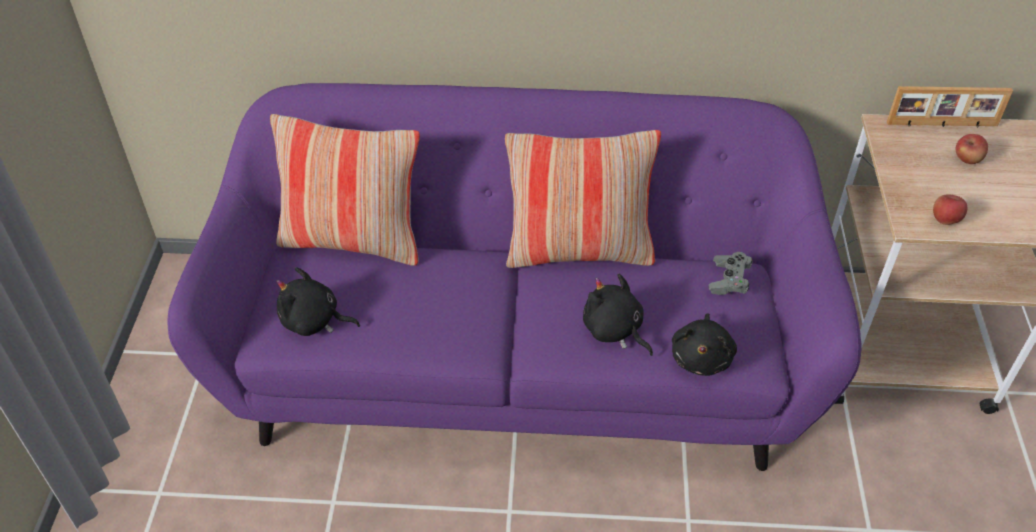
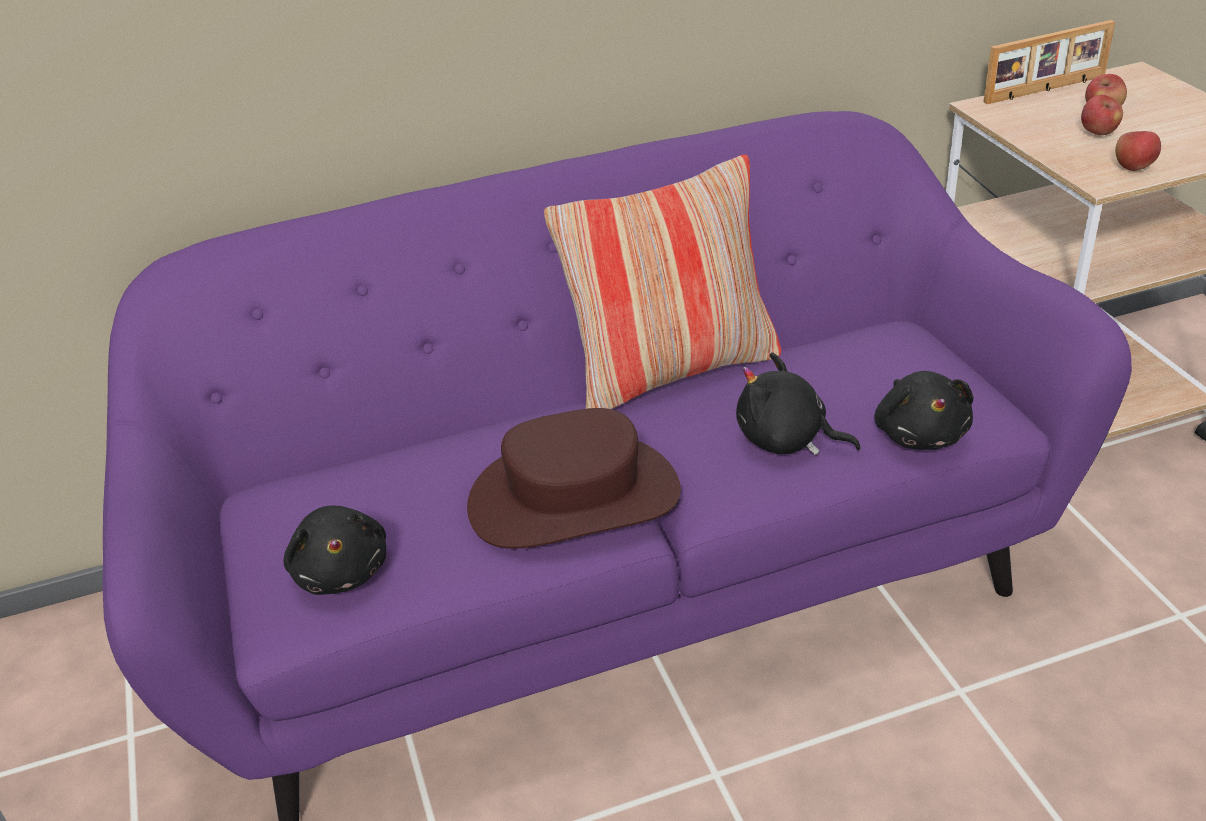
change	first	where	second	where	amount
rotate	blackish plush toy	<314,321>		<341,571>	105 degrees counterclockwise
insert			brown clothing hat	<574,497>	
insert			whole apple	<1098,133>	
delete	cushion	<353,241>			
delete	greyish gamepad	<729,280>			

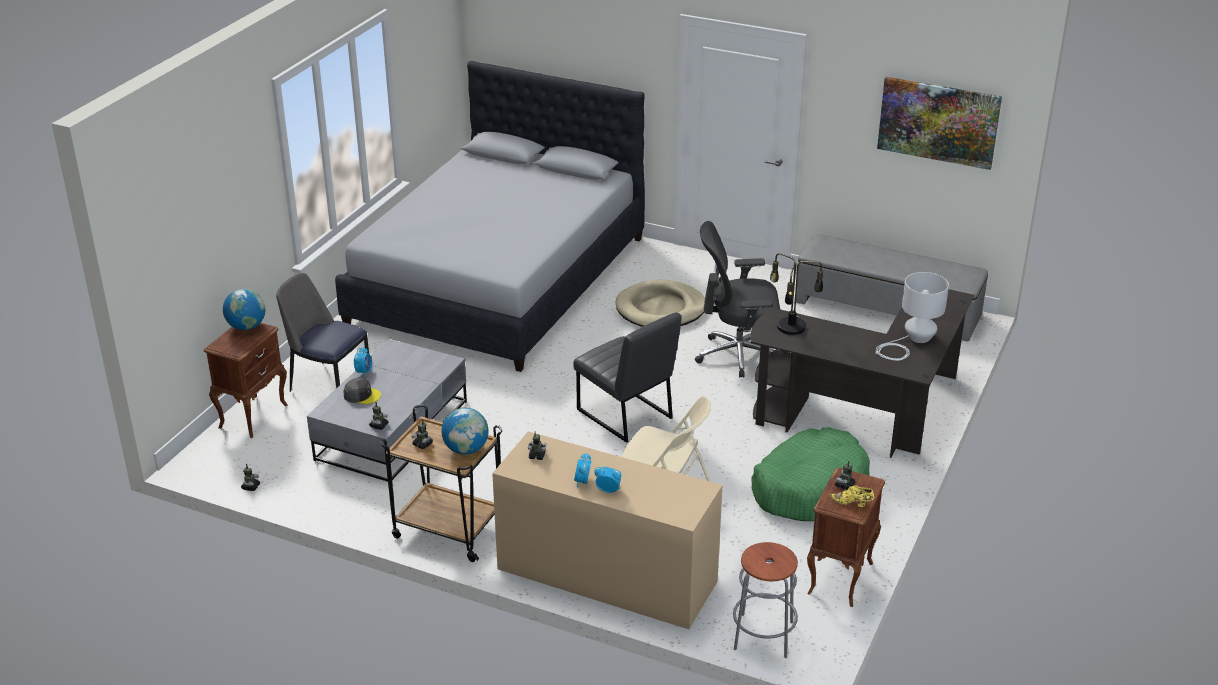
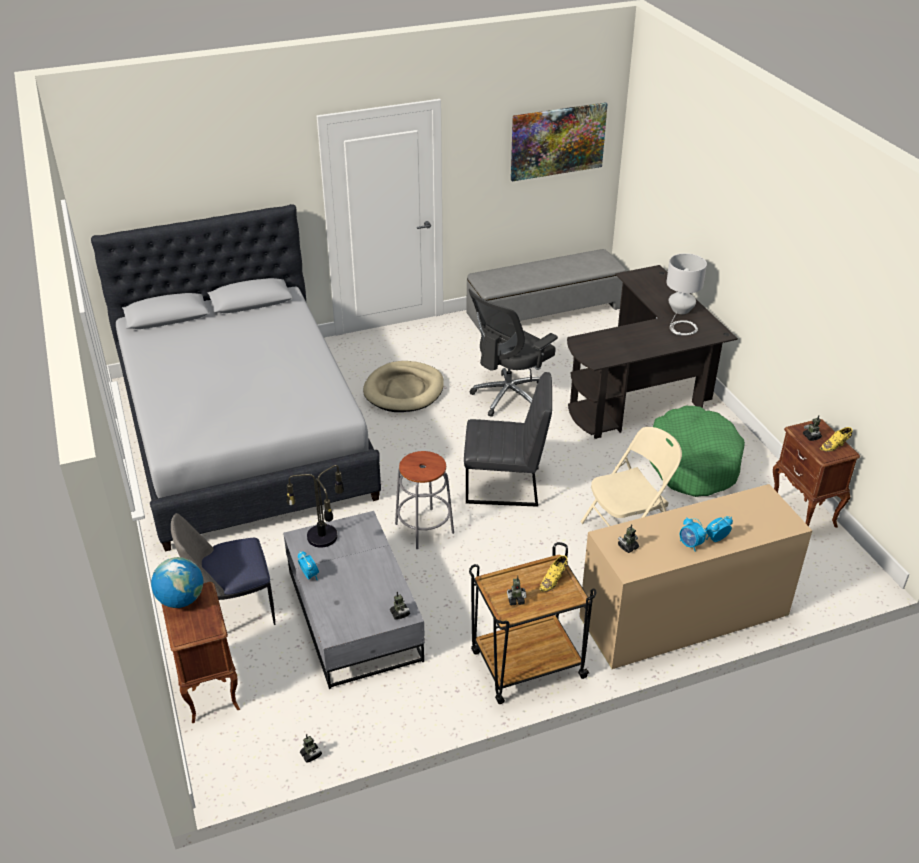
change	first	where	second	where	amount
move	table lamp	<791,327>		<322,537>	
move	greyish sitting stool	<763,635>		<424,528>	
replace	world globe	<466,449>	yellowish shoe	<553,580>	
delete	greyish baseball cap	<362,395>			

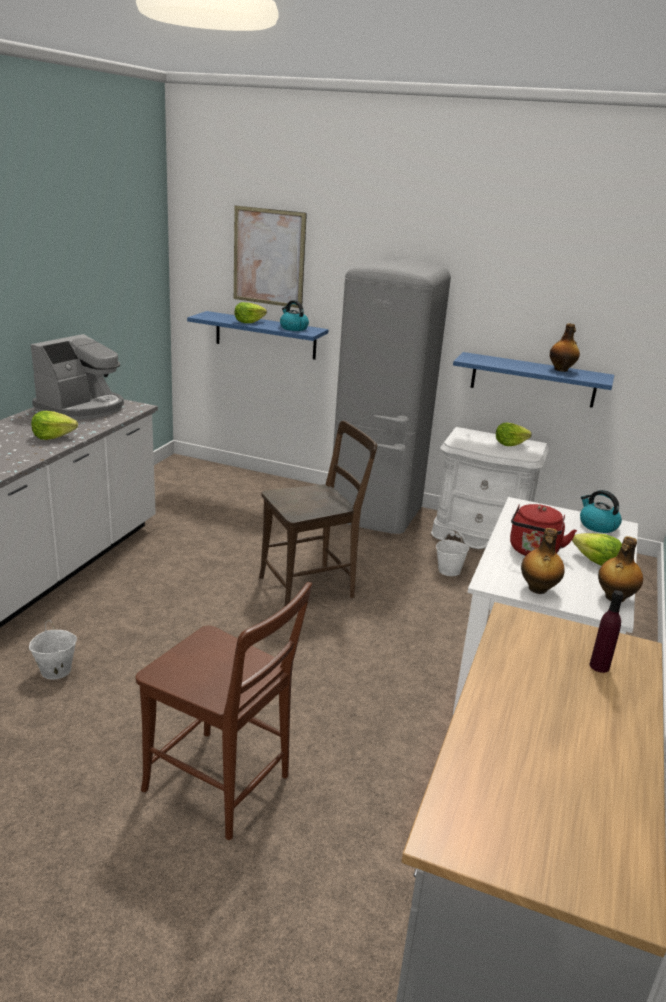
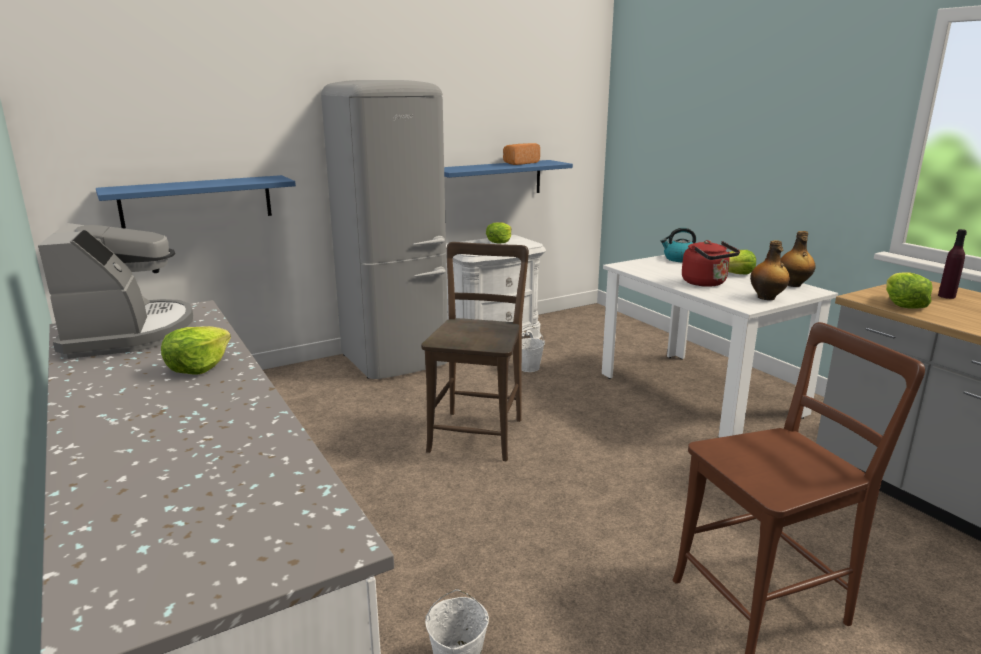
change	first	where	second	where	amount
replace	beverage bottle	<561,370>	bakery bread	<520,163>	
move	lettuce head	<248,322>		<902,304>	
delete	wall art	<268,257>			
delete	kettle	<293,328>			

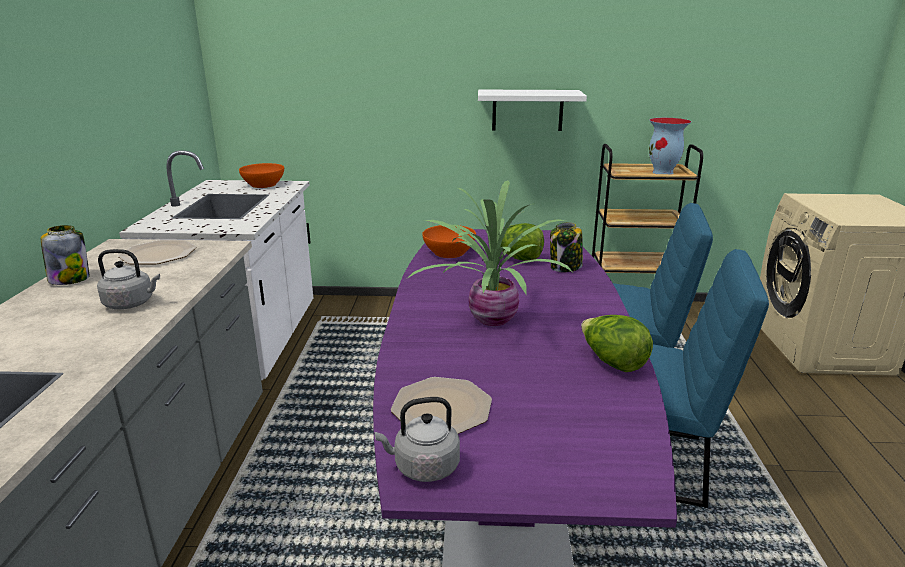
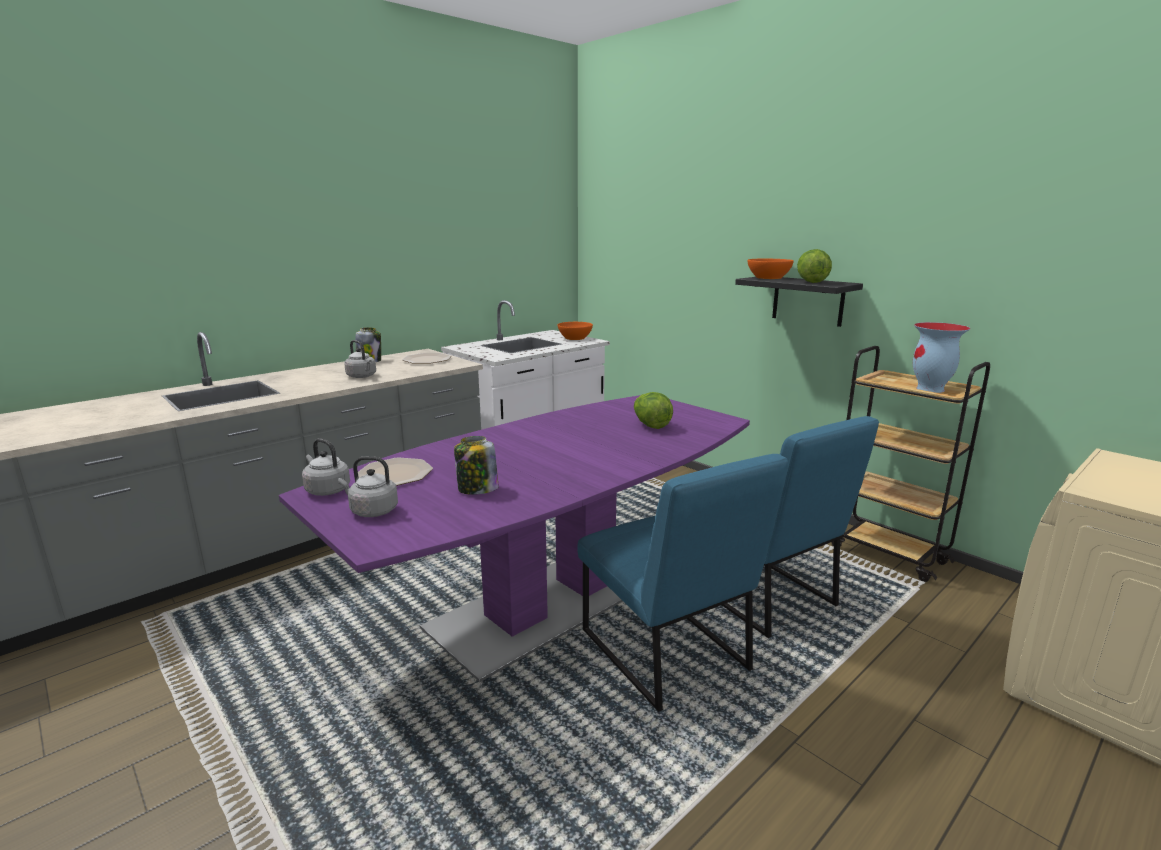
change	first	where	second	where	amount
insert			greyish kettle	<371,511>	
move	jar	<565,267>		<477,489>	
recolor	white bracket shelf	<527,110>	blackish bracket shelf	<808,300>	
move	orangey bowl	<449,253>		<769,278>	
move	lettuce head	<612,362>		<811,282>	
delete	potted plant	<490,319>			

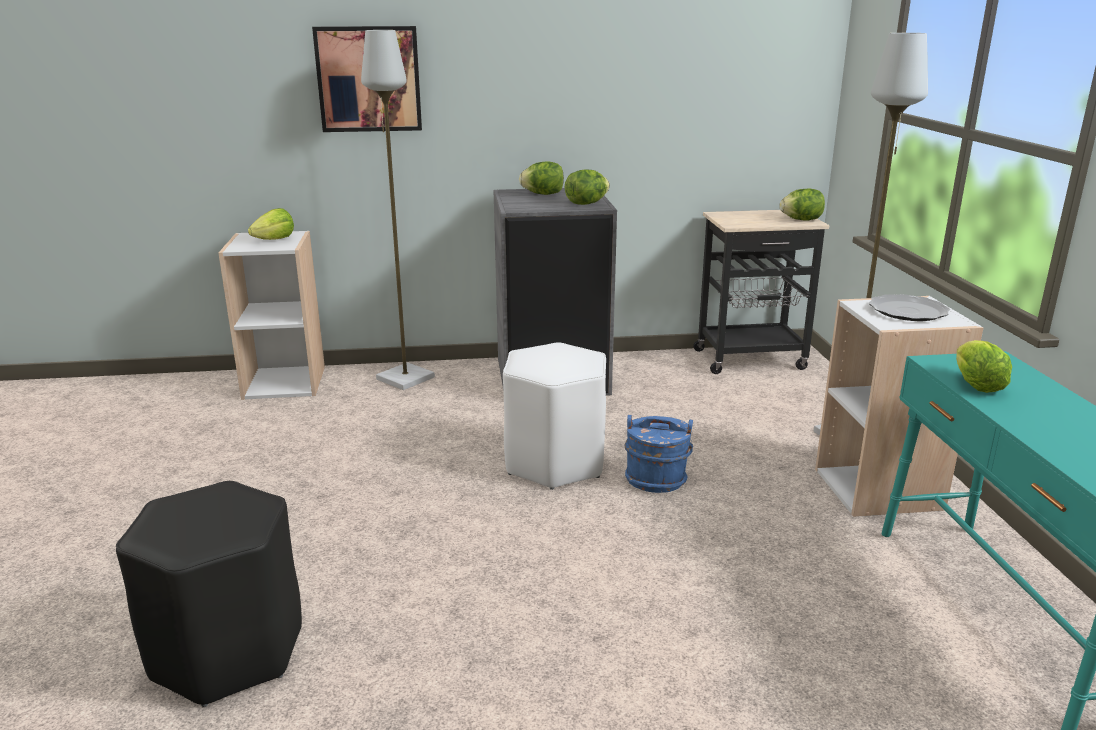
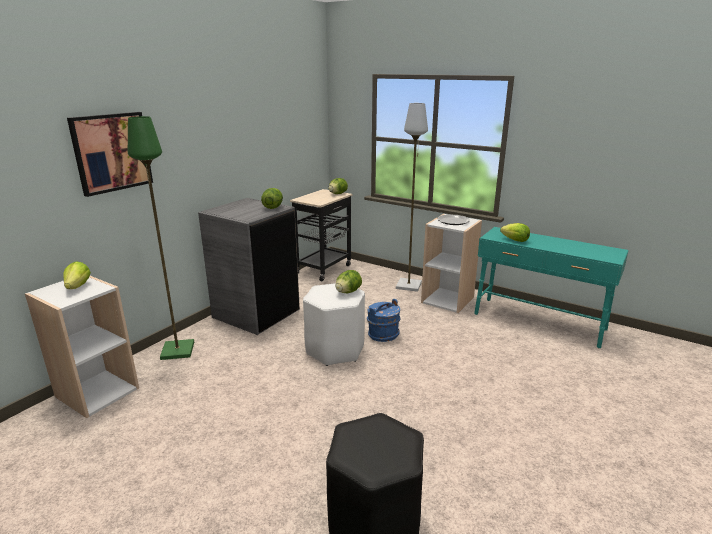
change	first	where	second	where	amount
recolor	greyish floor lamp	<405,379>	green floor lamp	<178,351>	
move	lettuce head	<543,194>		<348,292>	

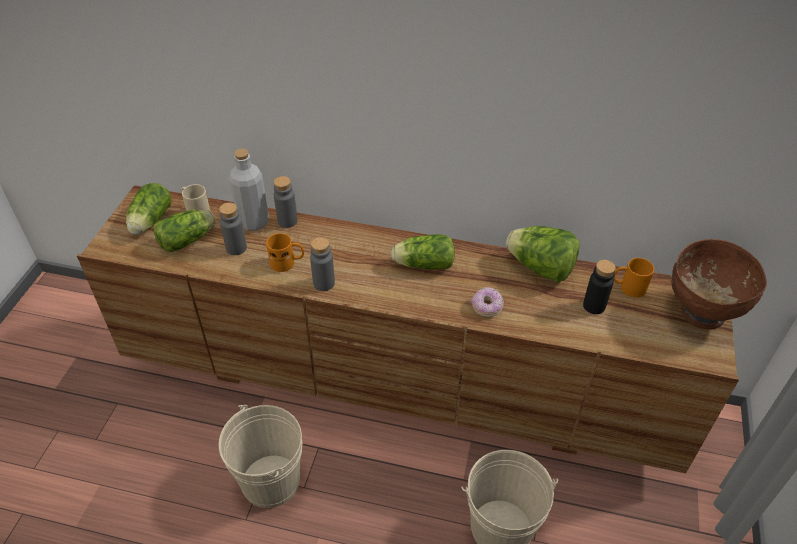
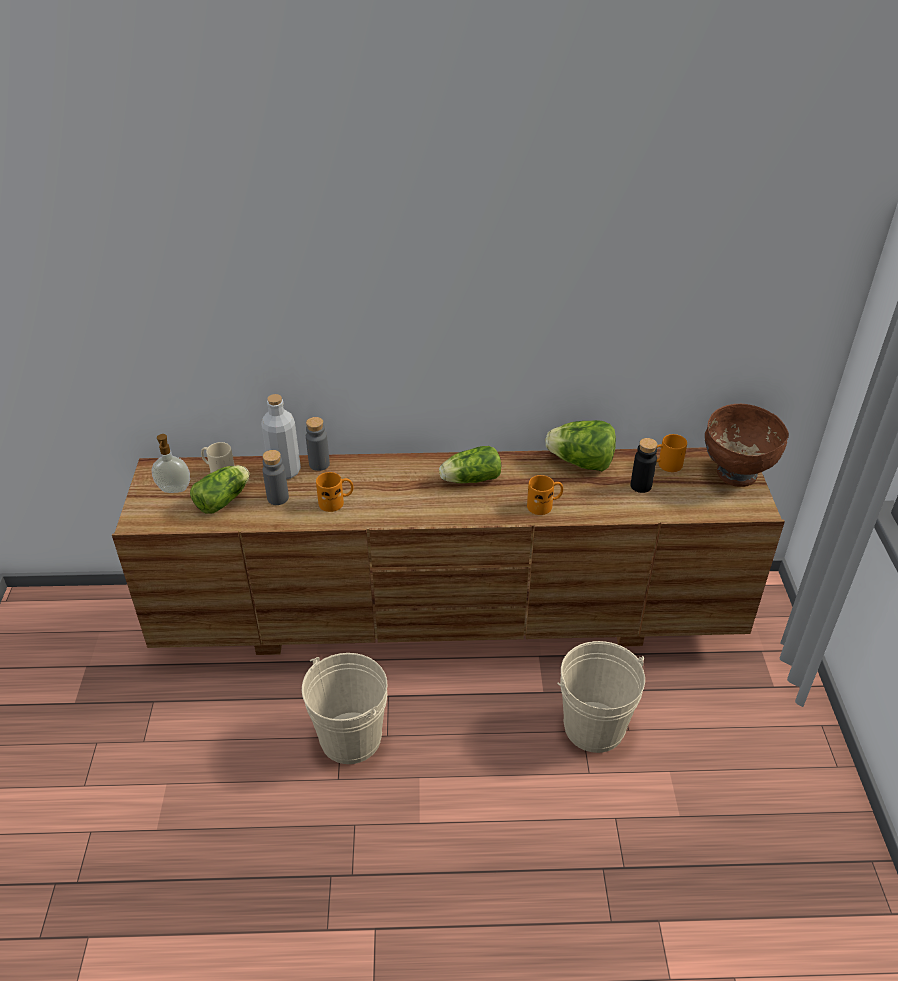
change	first	where	second	where	amount
replace	lettuce head	<150,222>	liquid soap bottle	<174,490>	
replace	donut	<486,307>	orangey coffee mug	<544,505>	
delete	greyish beverage bottle	<324,283>			

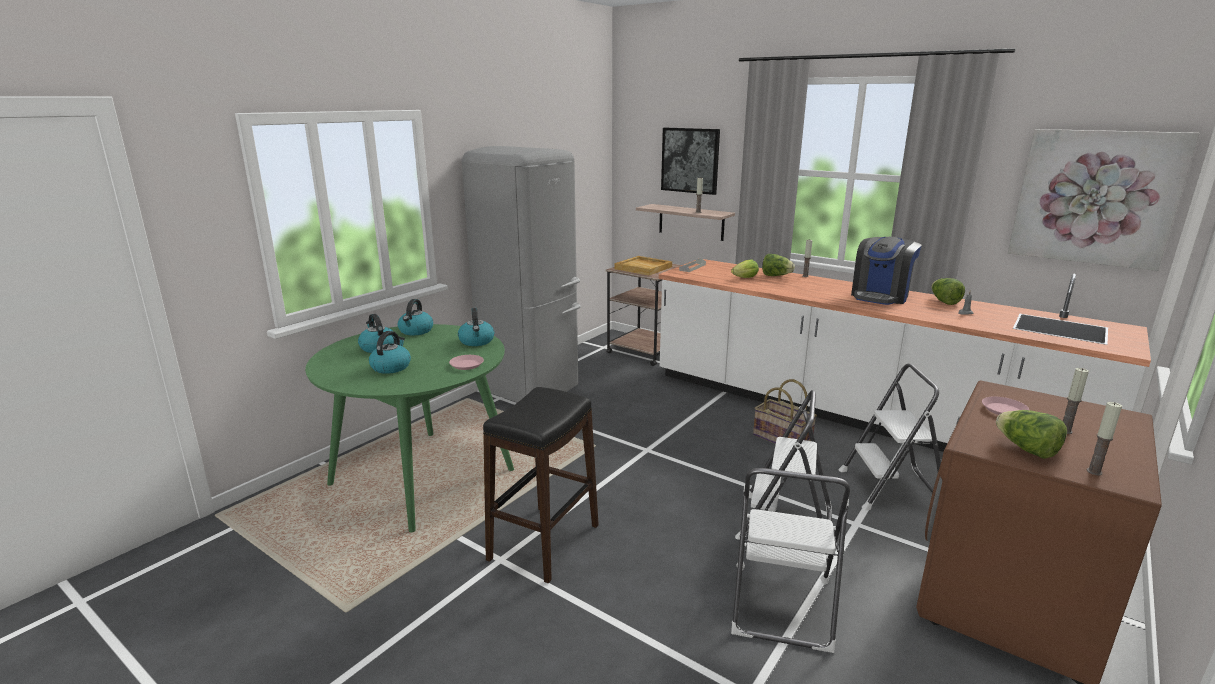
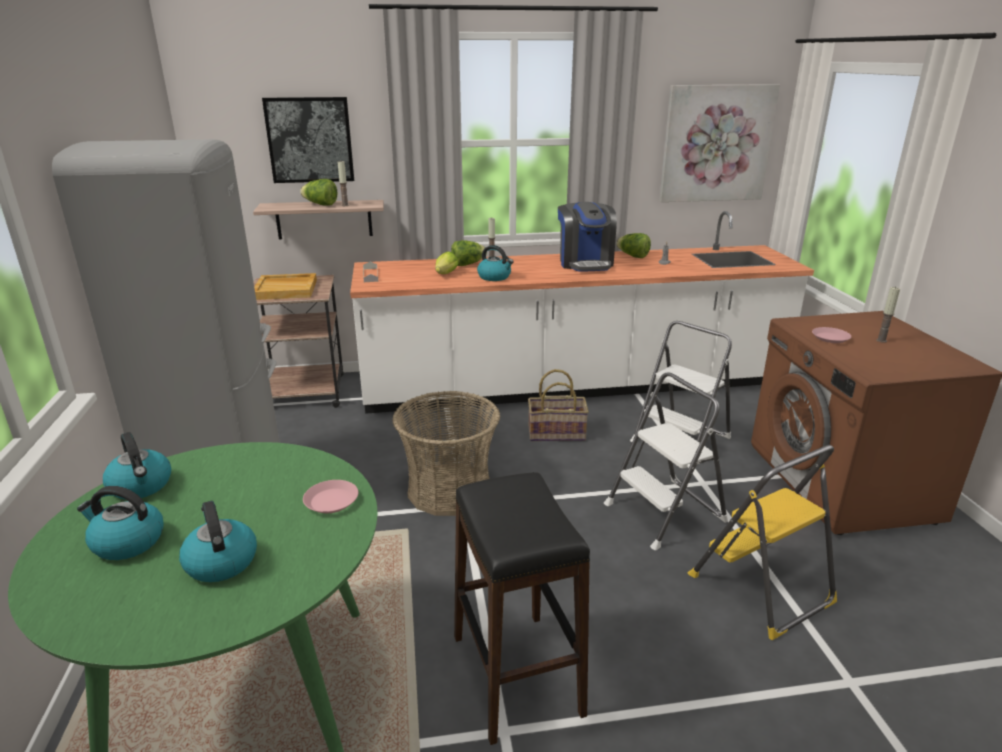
change	first	where	second	where	amount
move	lettuce head	<1026,449>		<320,204>	
insert			basket	<449,490>	
move	kettle	<477,341>		<495,277>	
recolor	white step ladder	<781,609>	yellowish step ladder	<764,591>	
delete	candle	<1094,471>			

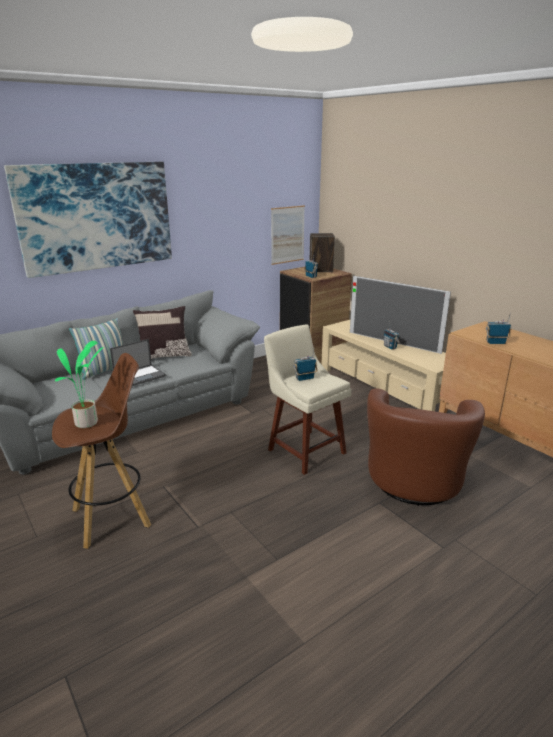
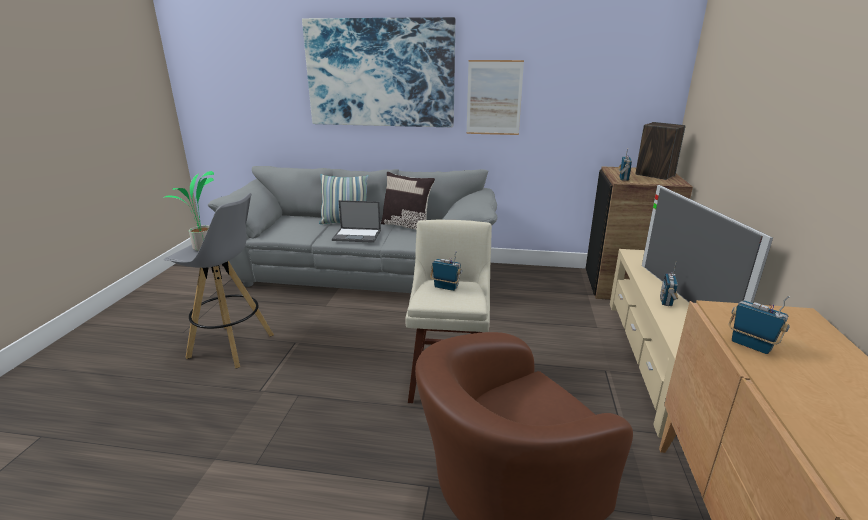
change	first	where	second	where	amount
recolor	brown sitting stool	<113,517>	greyish sitting stool	<232,346>	
move	wall art	<287,235>		<494,98>	

